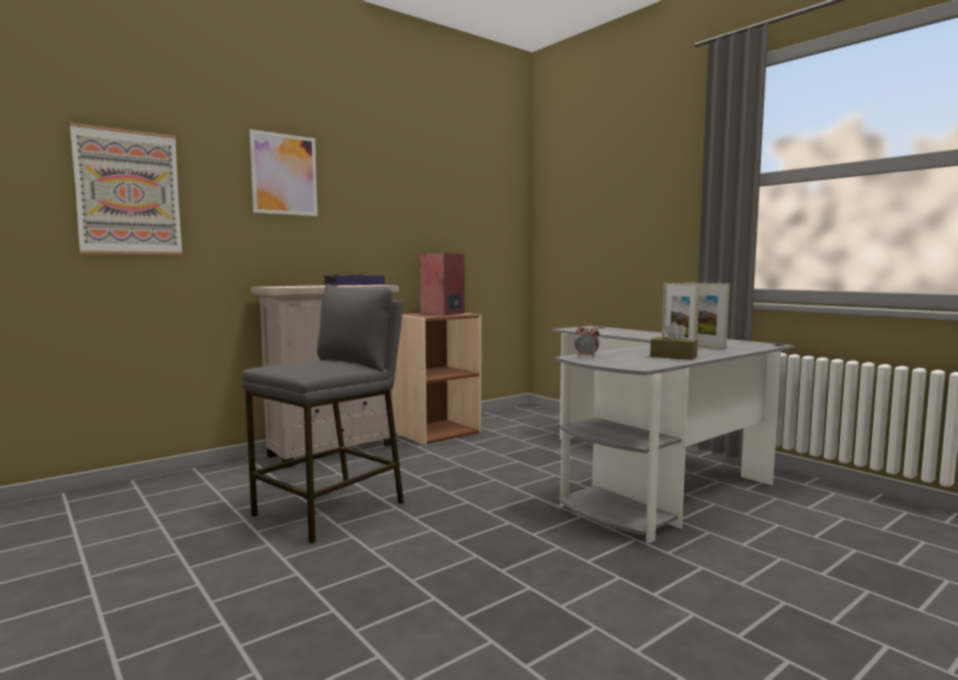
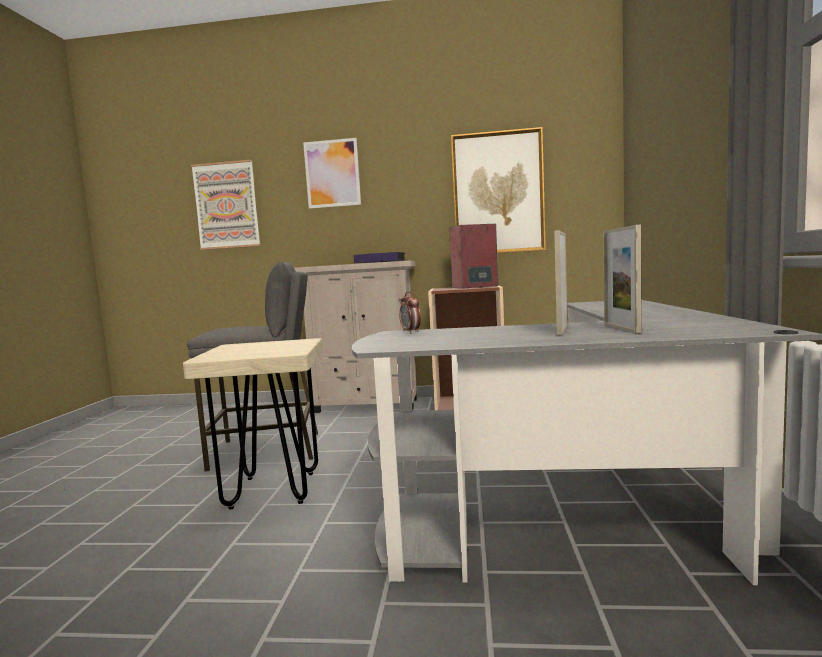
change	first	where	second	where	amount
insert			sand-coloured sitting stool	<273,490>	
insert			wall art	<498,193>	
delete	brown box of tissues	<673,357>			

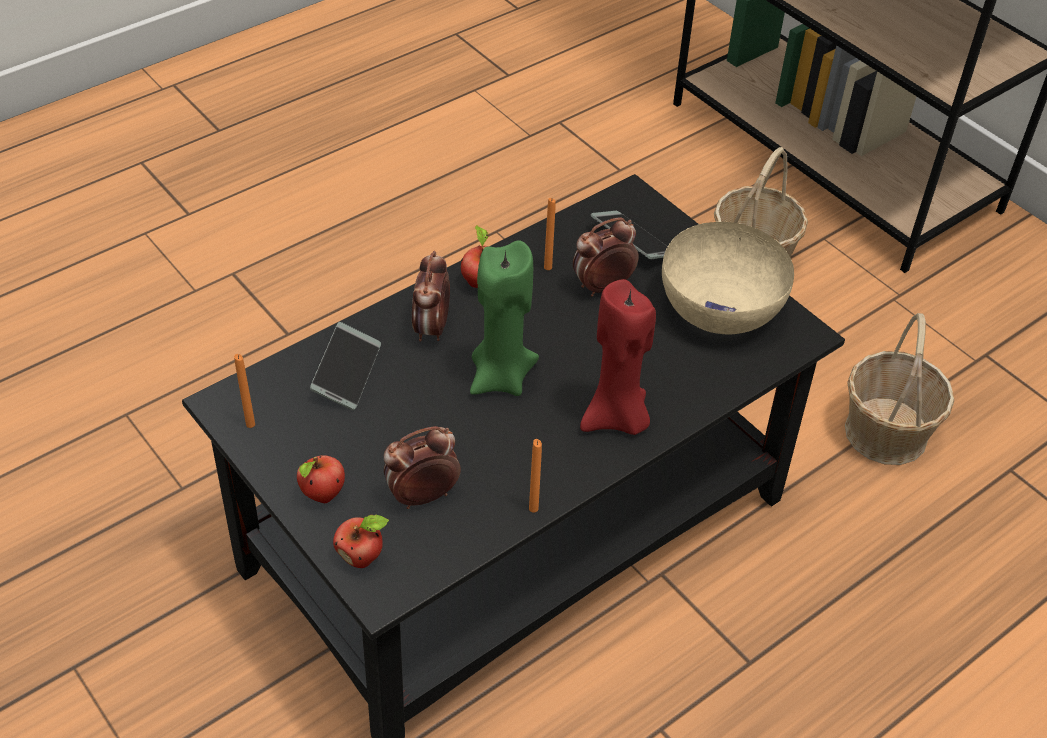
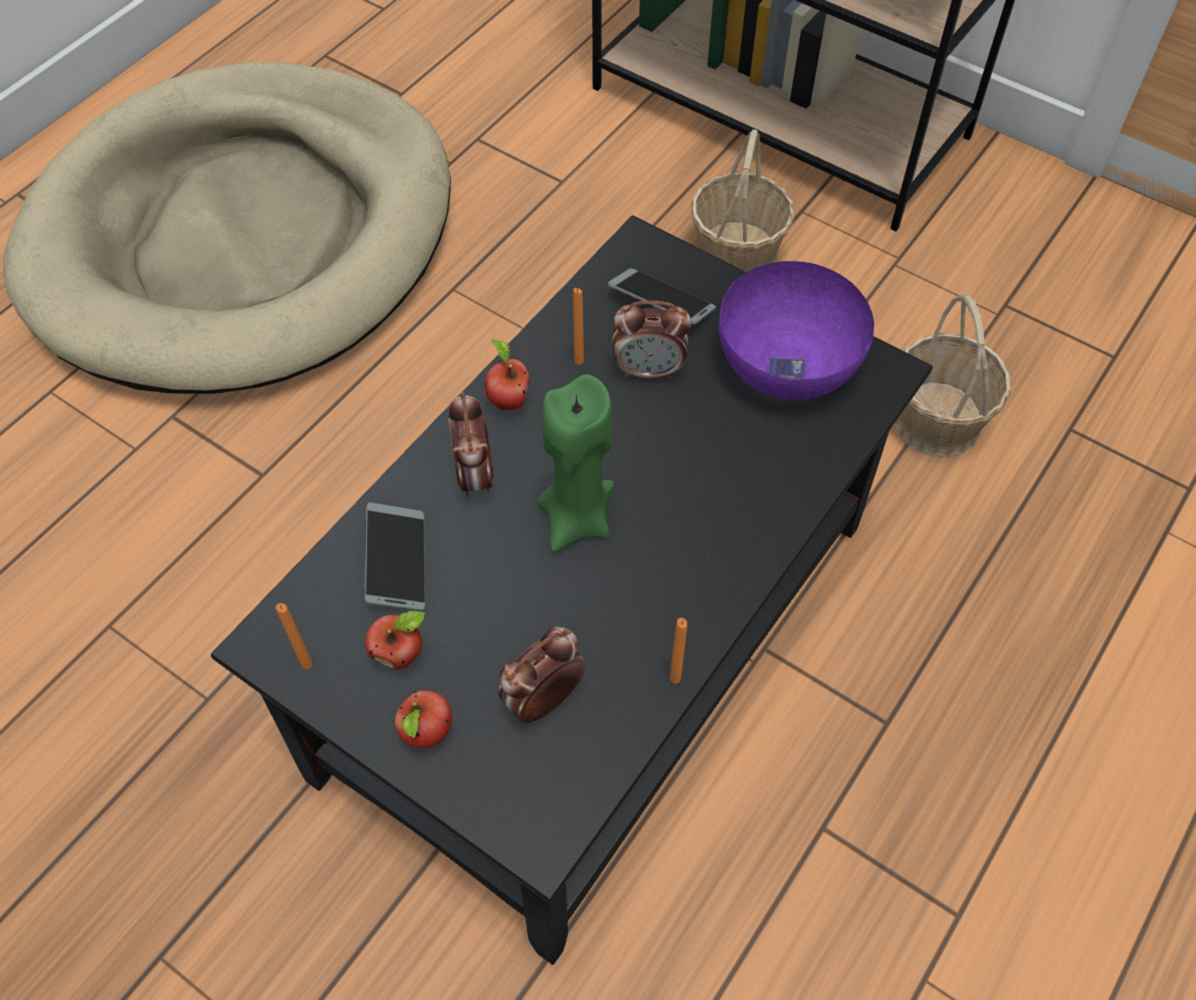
change	first	where	second	where	amount
insert			sand-coloured dog cushion	<244,236>	
move	whole apple	<363,557>		<401,654>	
rotate	alarm clock	<602,287>		<649,370>	135 degrees counterclockwise
recolor	sand-coloured bowl	<722,308>	purple-coloured bowl	<789,362>	
delete	red-coloured candle	<616,418>			

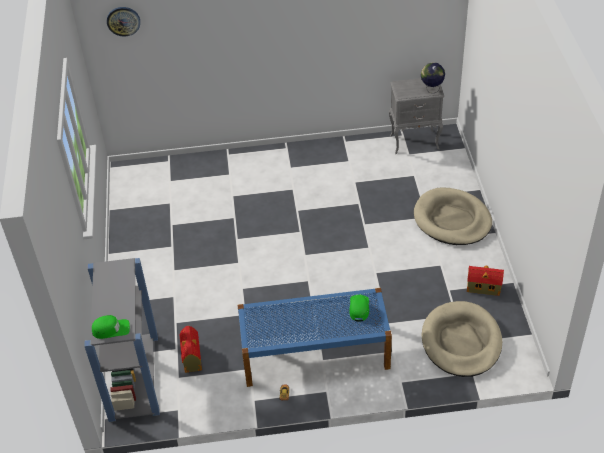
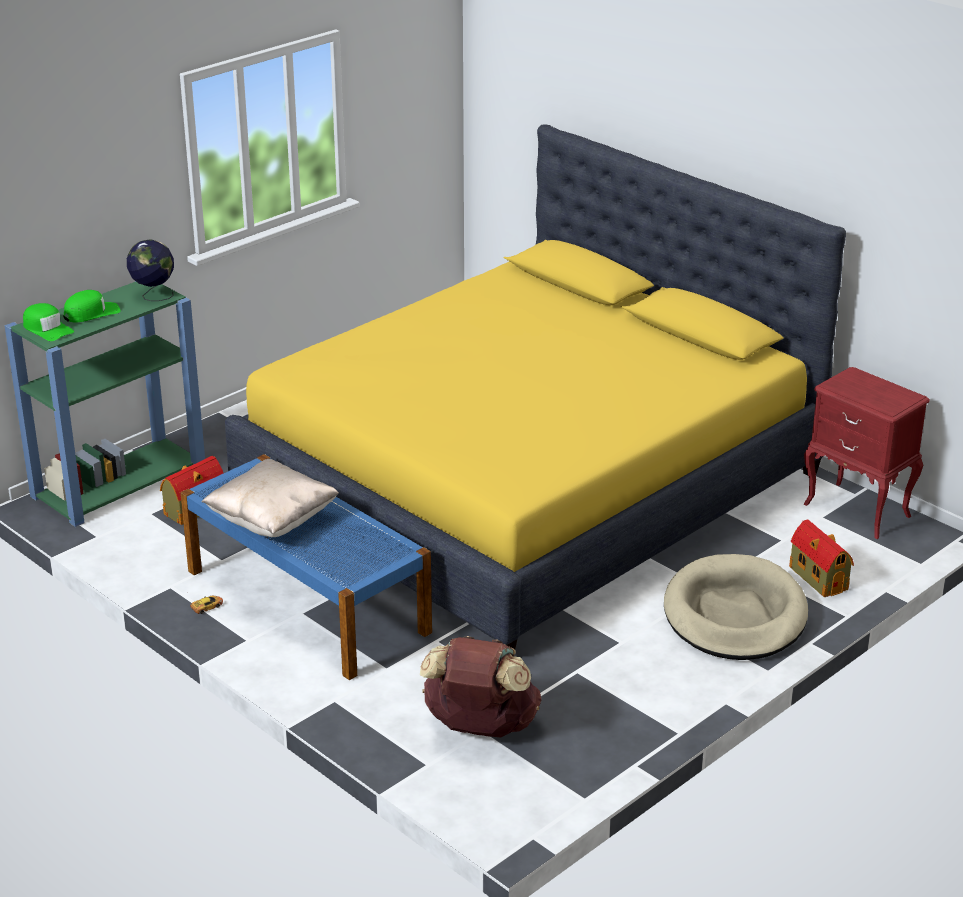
change	first	where	second	where	amount
recolor	greyish bookshelf	<134,376>	green bookshelf	<120,482>	
move	green baseball cap	<359,308>		<91,313>	
move	world globe	<431,89>		<153,295>	
insert			sand-coloured cushion	<272,521>	
insert			yellowish bed	<529,483>	
replace	sand-coloured dog cushion	<461,342>	brown rucksack	<480,727>	
move	miniature house	<482,287>		<817,577>	
recolor	greyish nightstand	<414,142>	red-coloured nightstand	<857,510>	
delete	hanging clock	<123,21>			

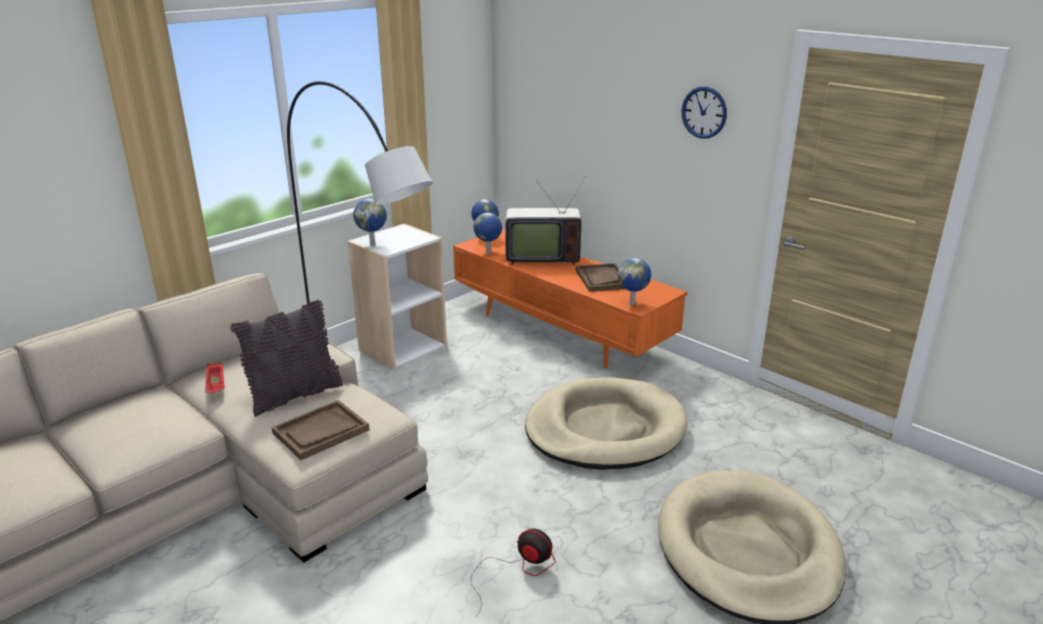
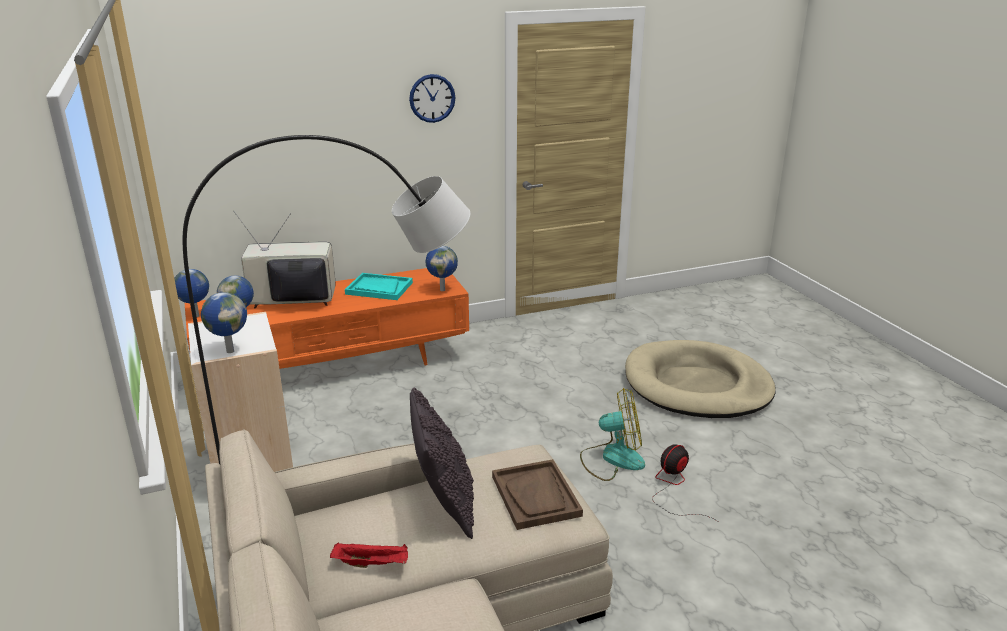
change	first	where	second	where	amount
rotate	television	<541,258>		<294,302>	120 degrees counterclockwise
recolor	brown carrying tray	<602,279>	blue-green carrying tray	<379,288>	
insert			cooling fan	<612,458>	
delete	sand-coloured dog cushion	<605,429>			

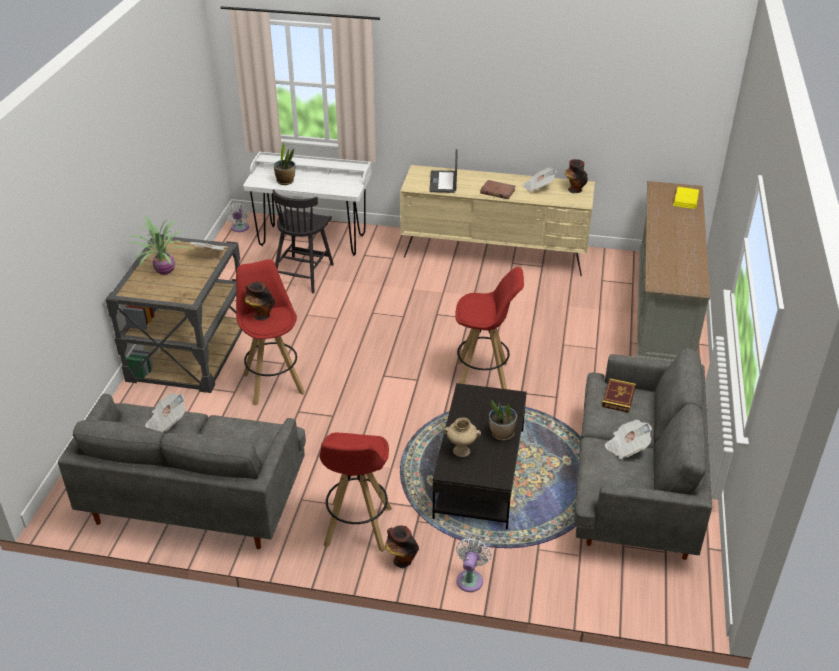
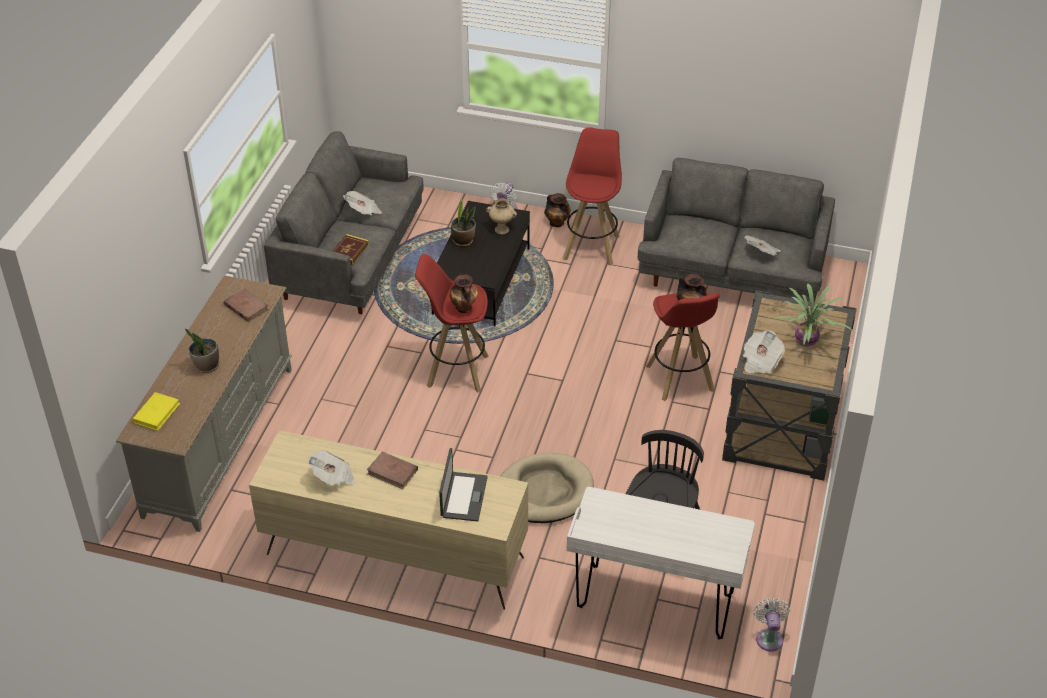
change	first	where	second	where	amount
move	potted plant	<285,181>		<206,366>	
insert			brown book	<246,307>	
move	decorative vase	<574,189>		<464,308>	
insert			sand-coloured dog cushion	<544,492>	

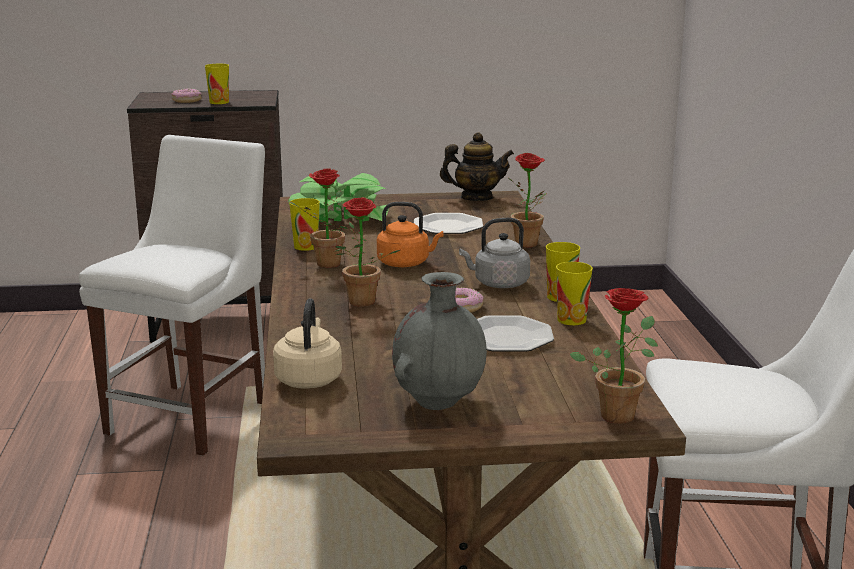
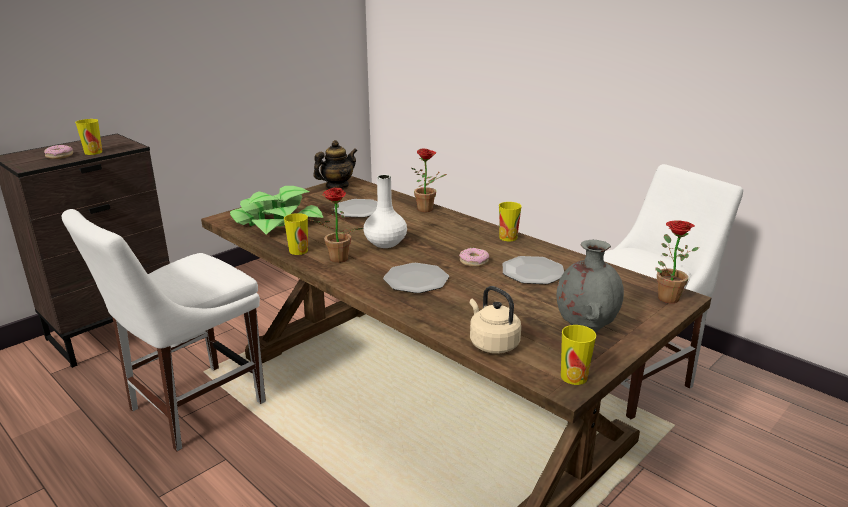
change	first	where	second	where	amount
rotate	white chair	<194,415>		<191,408>	120 degrees counterclockwise
replace	orangey kettle	<406,263>	white decorative vase	<385,243>	
replace	potted plant	<361,304>	flat dish	<416,280>	
move	small cup	<571,320>		<574,377>	
delete	greyish kettle	<498,284>			

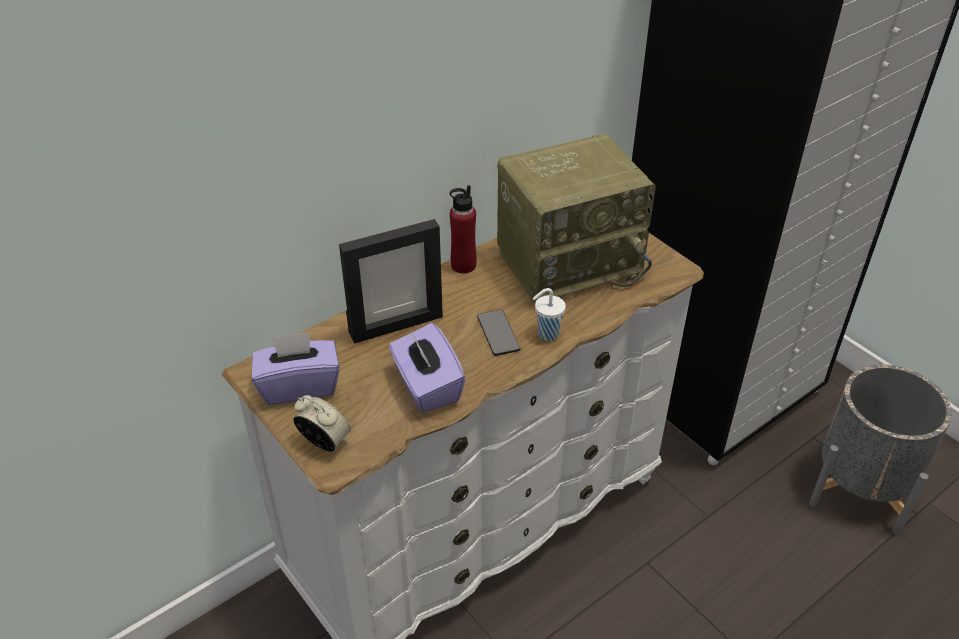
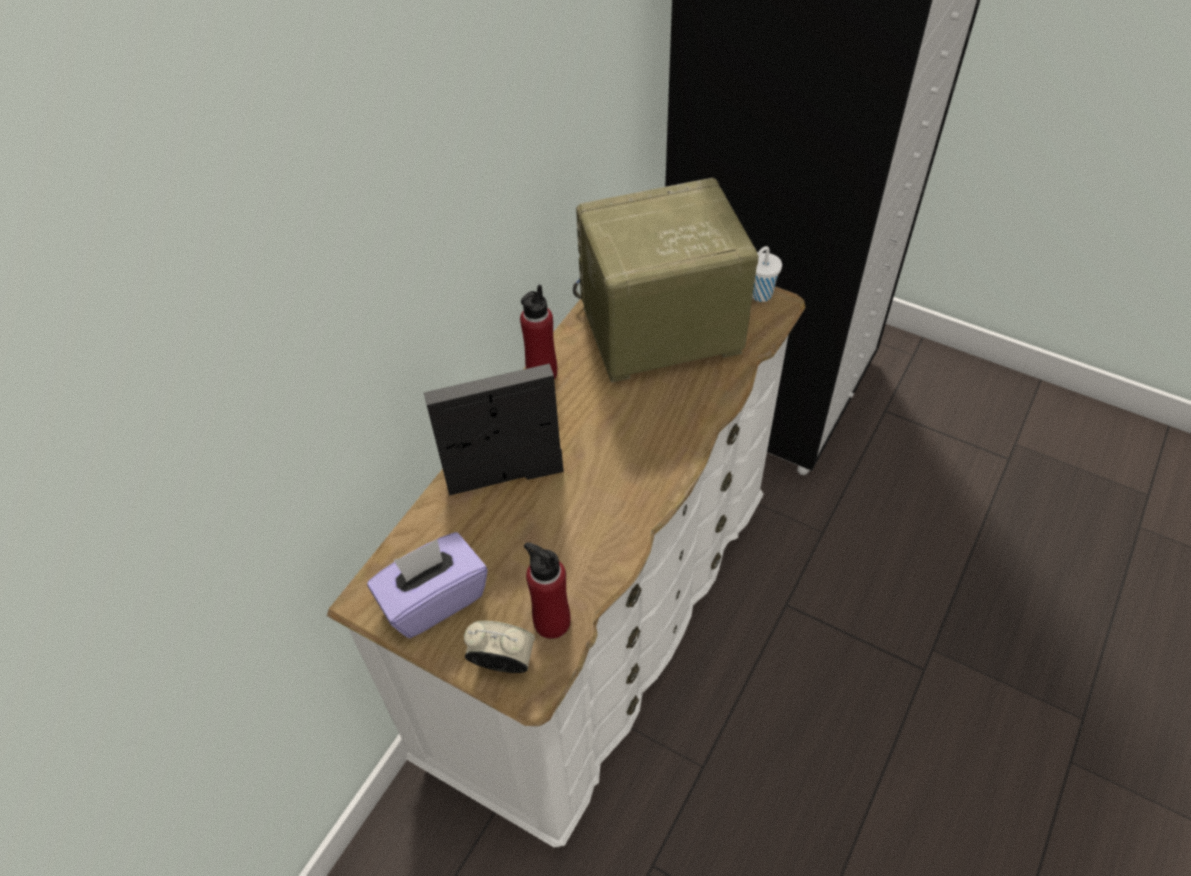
change	first	where	second	where	amount
rotate	picture frame	<396,325>		<505,477>	150 degrees counterclockwise
insert			red-coloured beverage bottle	<552,622>	
rotate	radio	<569,262>		<658,332>	150 degrees counterclockwise
move	white small cup	<546,334>		<759,295>	
delete	purple-coloured box of tissues	<426,386>			
delete	telephone	<498,333>			
delete	greyish plant pot	<860,488>			

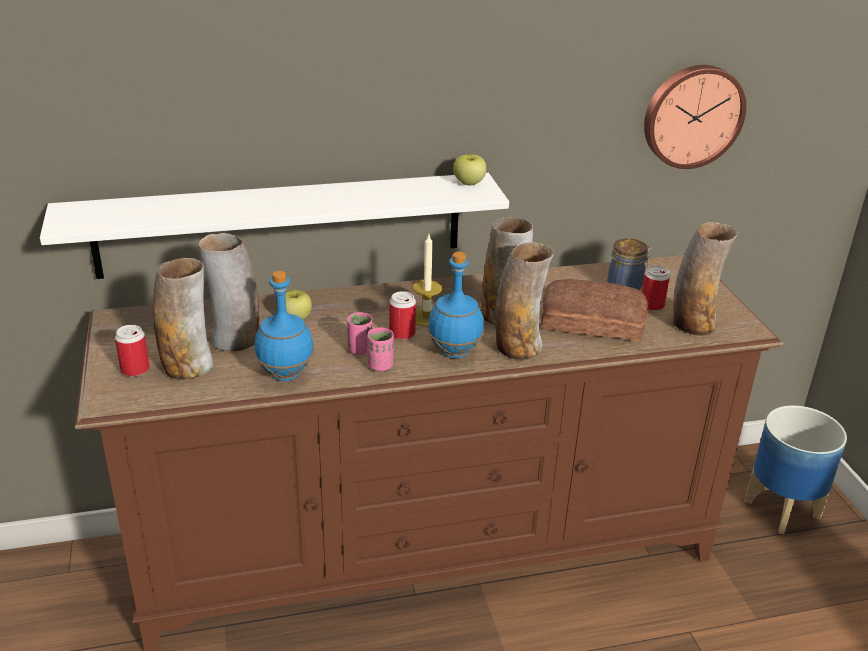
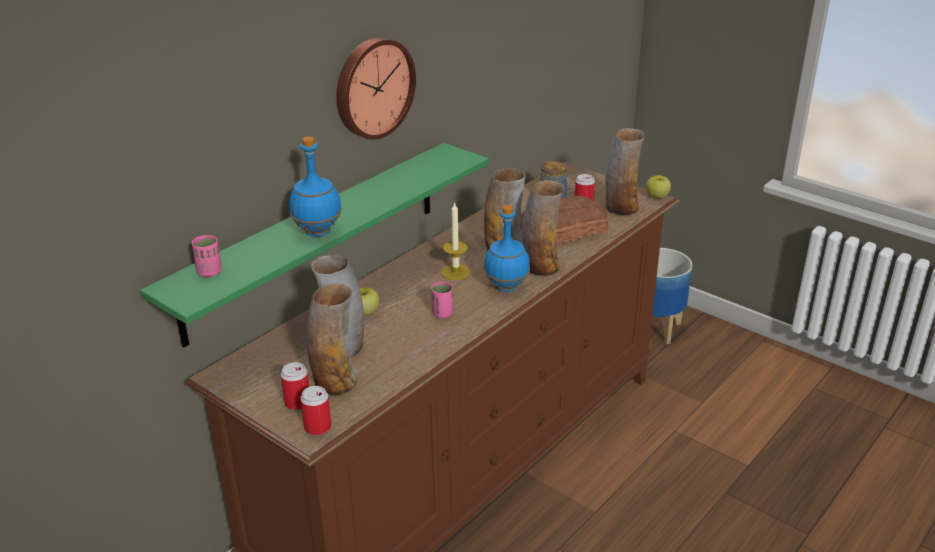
change	first	where	second	where	amount
recolor	white bracket shelf	<281,225>	green bracket shelf	<315,239>	
move	pinkish small cup	<380,365>		<209,272>	
move	blue-coloured beverage bottle	<285,375>		<318,232>	
move	metal can	<402,334>		<318,427>	
move	hanging clock	<692,115>		<372,87>	
move	whole apple	<469,183>		<657,196>	

